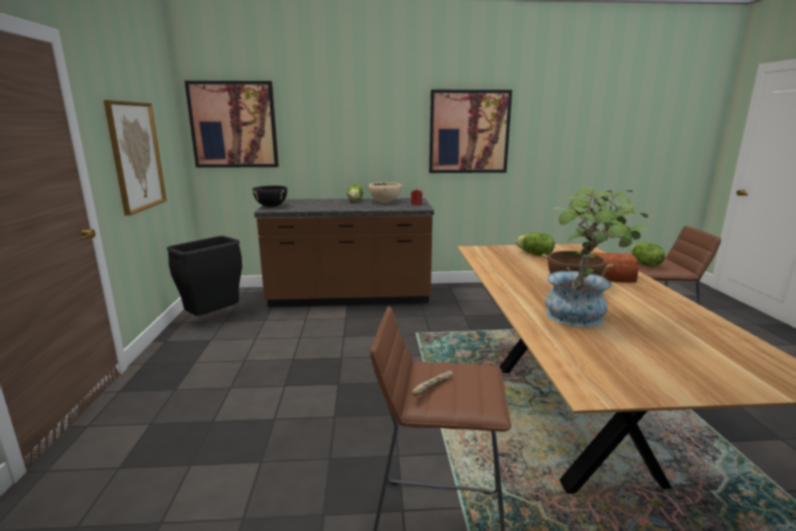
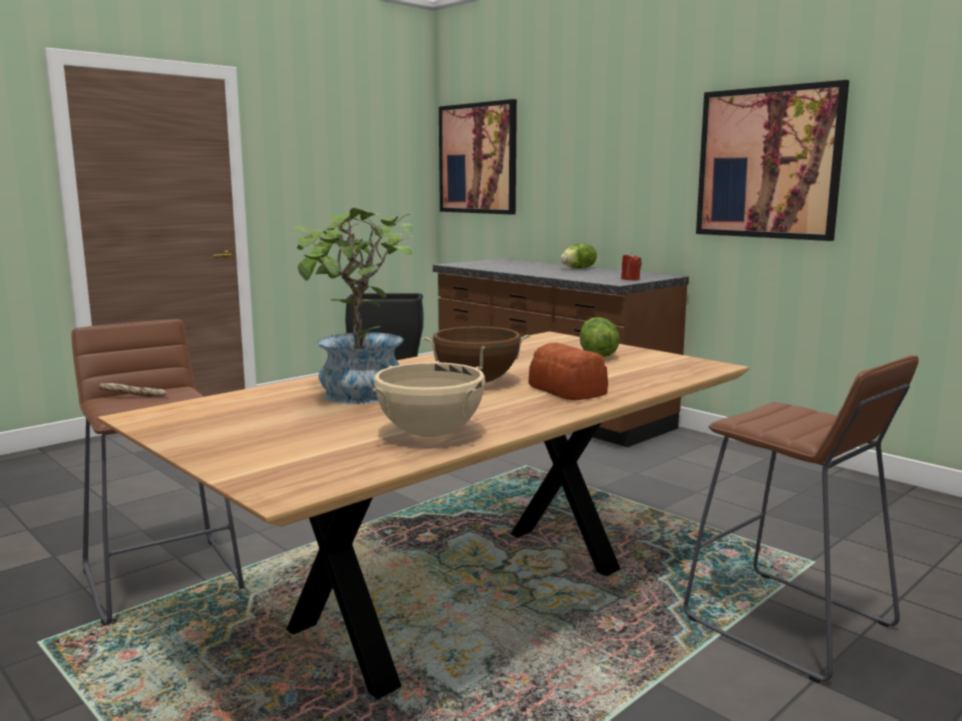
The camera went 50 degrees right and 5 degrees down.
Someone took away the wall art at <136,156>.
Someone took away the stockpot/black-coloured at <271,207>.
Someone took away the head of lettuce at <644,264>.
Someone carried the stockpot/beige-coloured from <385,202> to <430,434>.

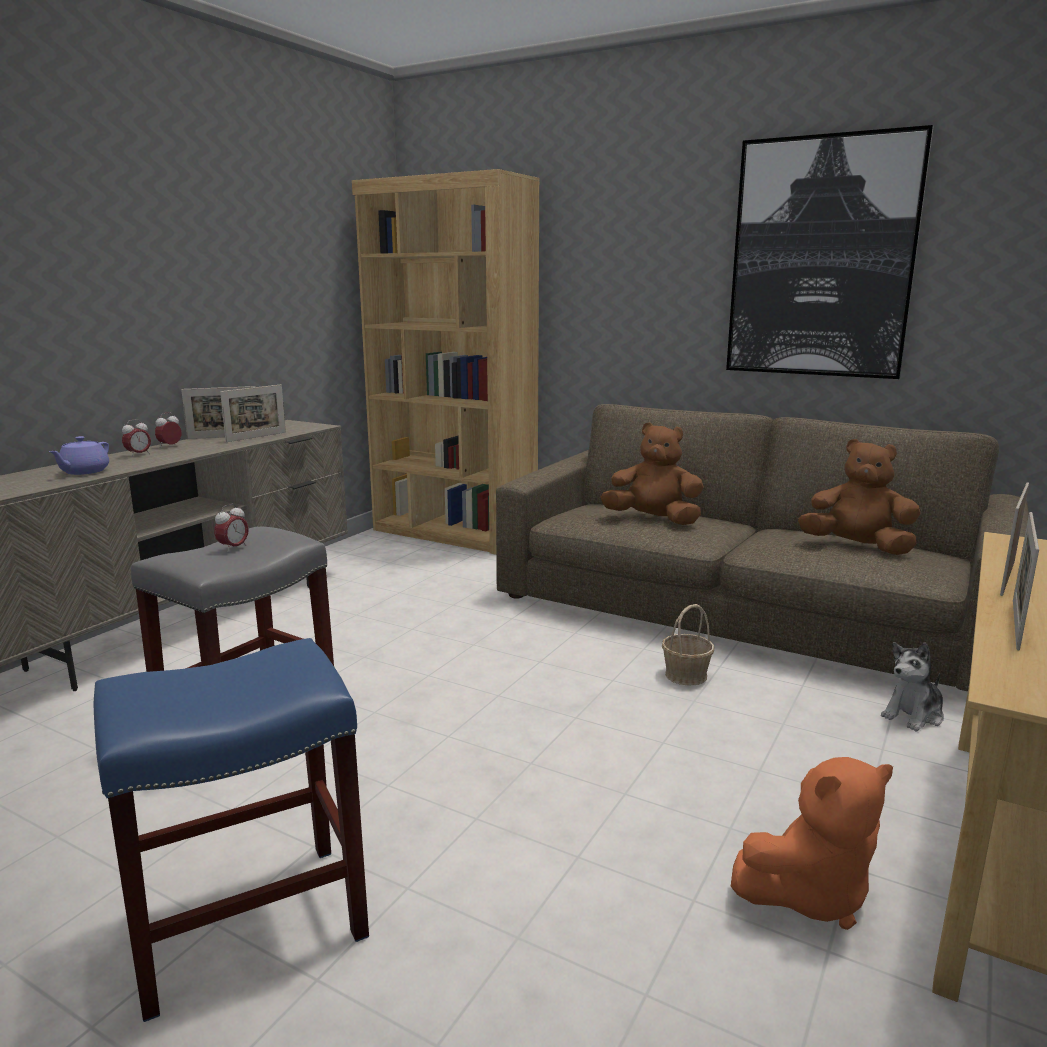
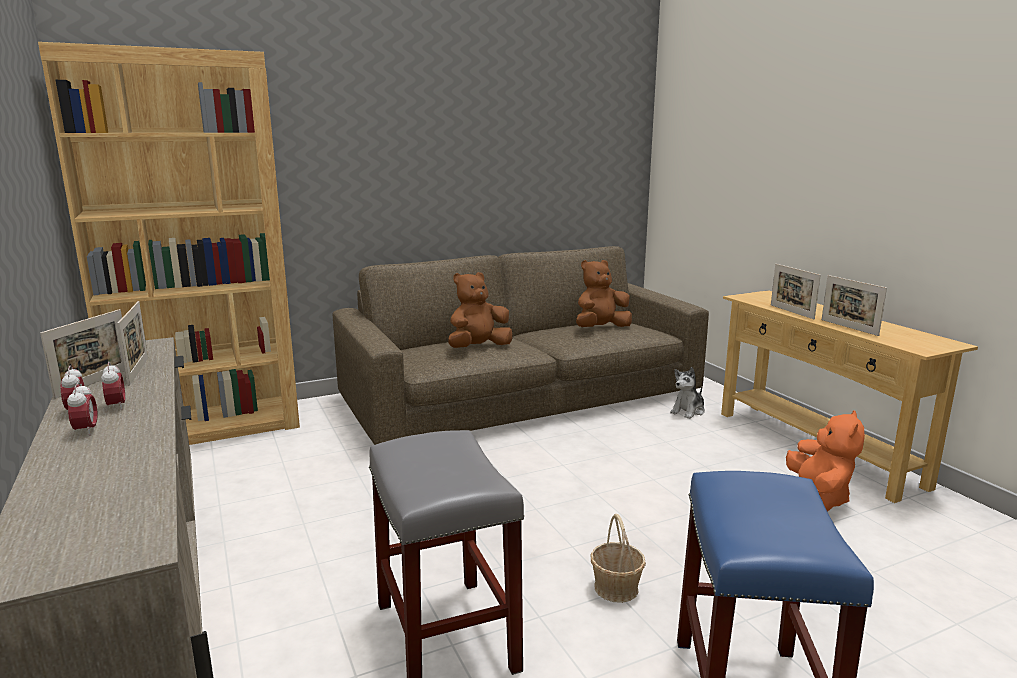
The camera went 55 degrees left and 0 degrees up.
Someone took away the tea pot/purple at <84,472>.
Someone took away the wall art at <821,258>.
Someone carried the alarm clock from <233,548> to <116,406>.
Someone carried the household basket from <685,675> to <616,588>.
Someone rotated the plush toy at <913,715> by 45 degrees clockwise.

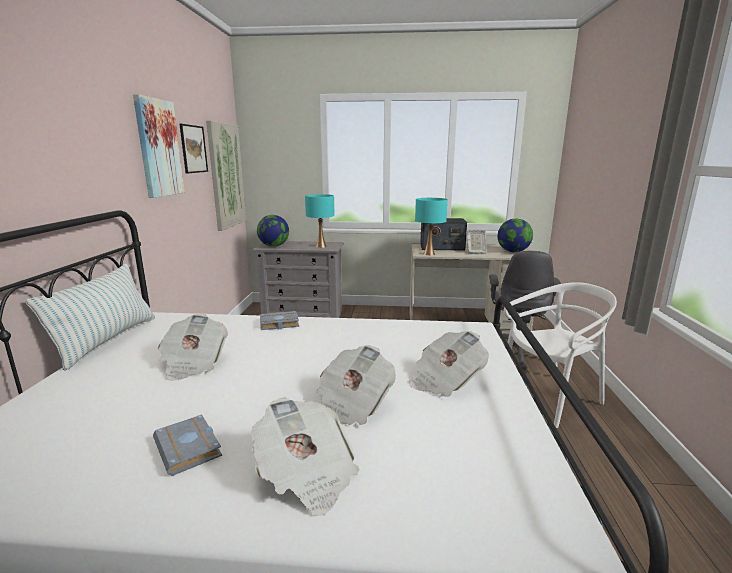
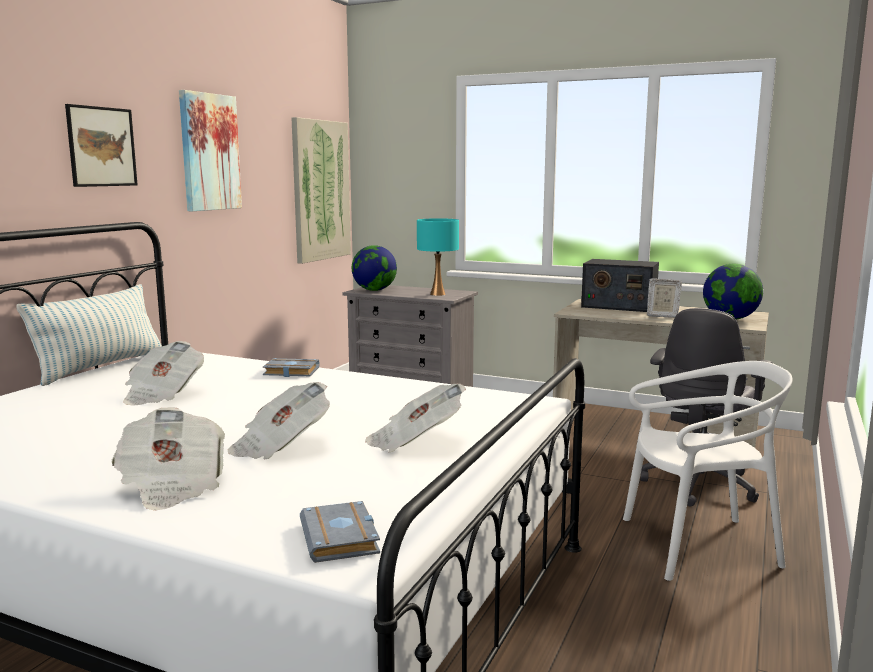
The camera went 20 degrees right and 5 degrees down.
Someone took away the tabletop lamp/blue-green at <429,254>.
Someone carried the volume/gray from <190,448> to <342,539>.
Someone carried the wall art from <193,149> to <101,147>.

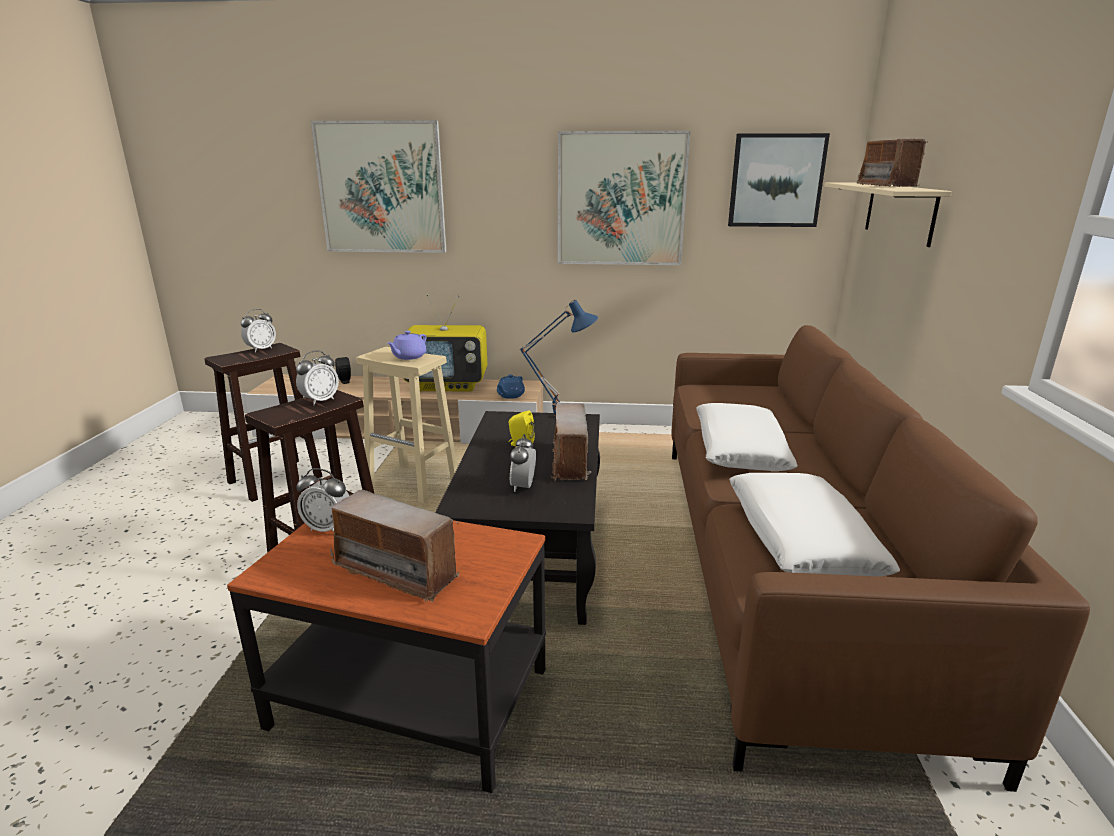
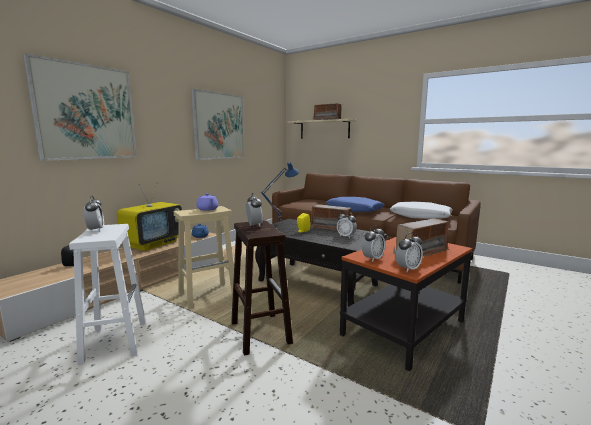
The camera went 60 degrees left and 10 degrees down.
Someone took away the wall art at <776,181>.
Someone put down the alarm clock at <408,269>.
Someone repainted the stool/brown at <276,479>, which became the stool/white at <115,340>.
Someone repainted the cushion/white at <739,449>, which became the cushion/blue-coloured at <354,210>.

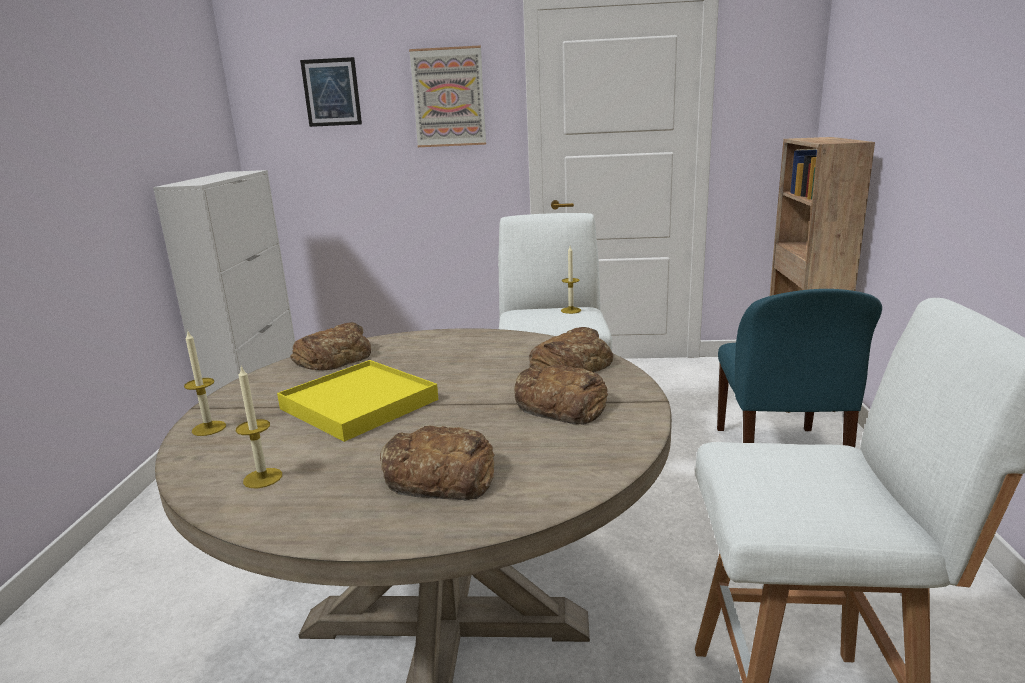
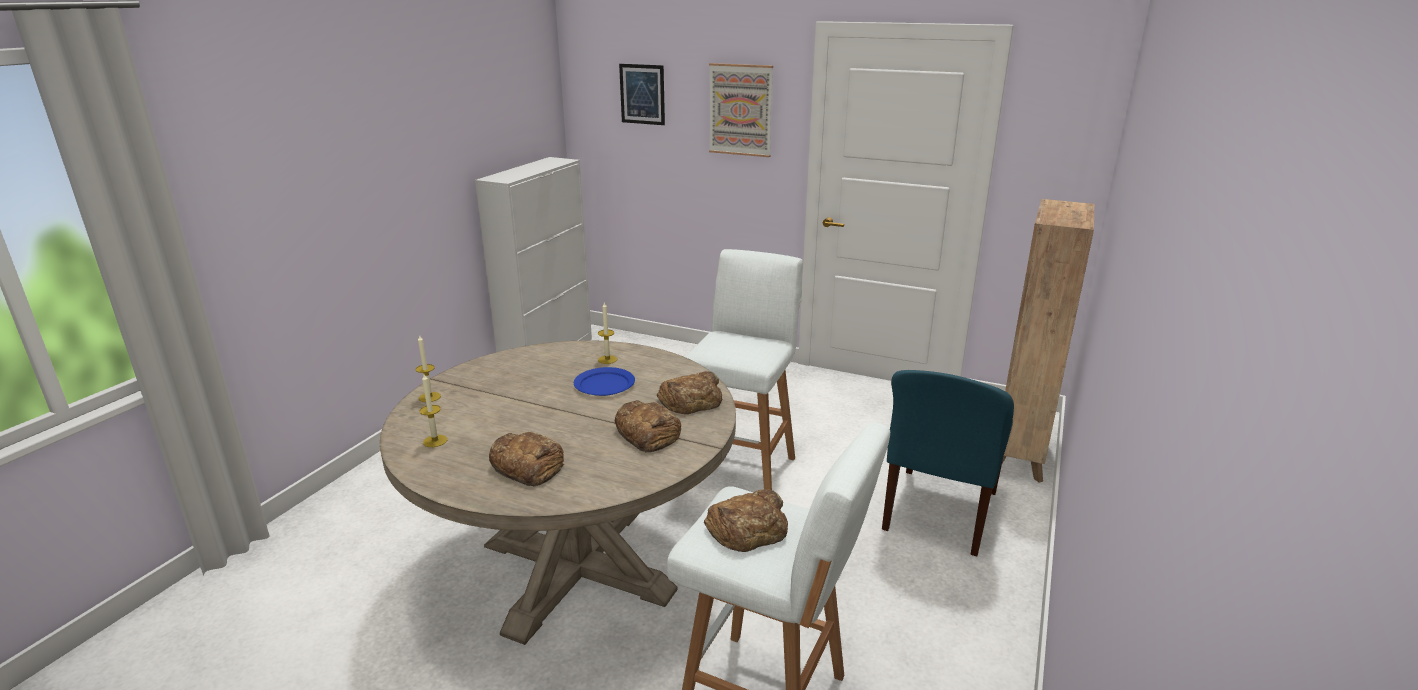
The camera went 20 degrees right and 5 degrees up.
Someone took away the carrying tray/yellowish at <359,404>.
Someone put down the flat dish/blue-coloured at <604,385>.
Someone carried the bakery bread from <334,357> to <748,527>.
Someone carried the wax candle from <571,310> to <607,359>.

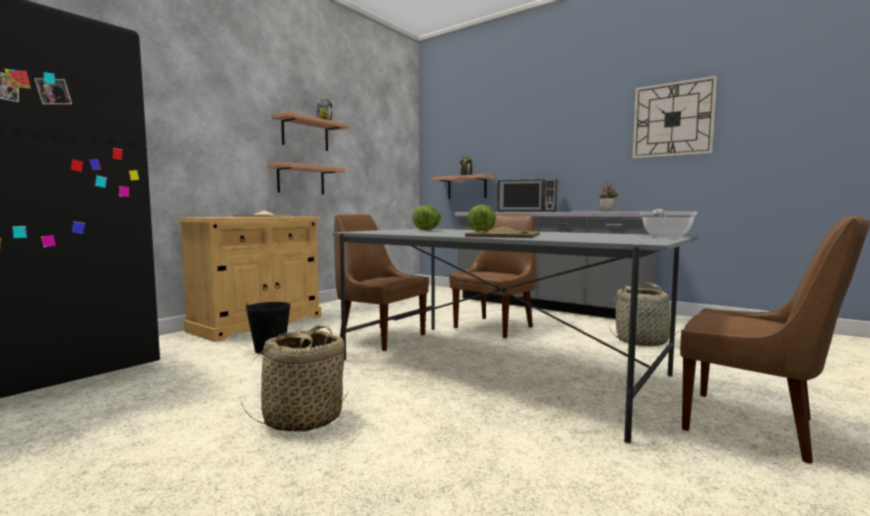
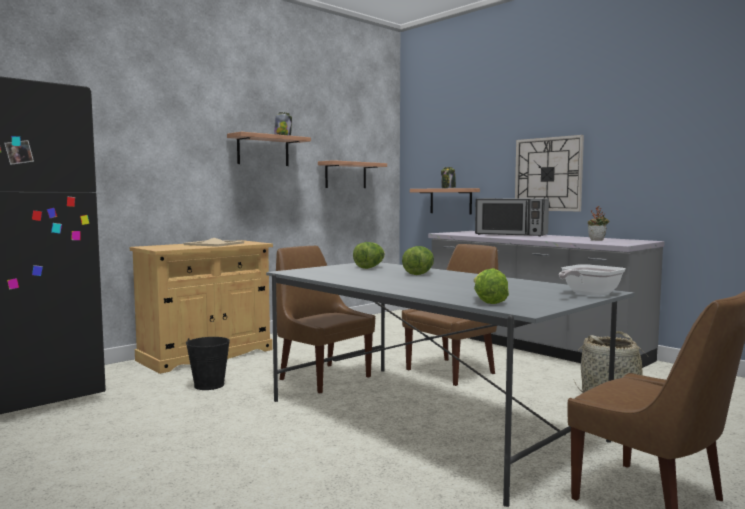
The camera went 10 degrees right and 0 degrees up.
Someone took away the household basket at <302,418>.
Someone took away the carrying tray/beige-coloured at <503,235>.
Someone put down the head of lettuce at <487,301>.
Someone carried the wall shelf from <301,180> to <345,175>.
Someone carried the hanging clock from <672,119> to <548,174>.

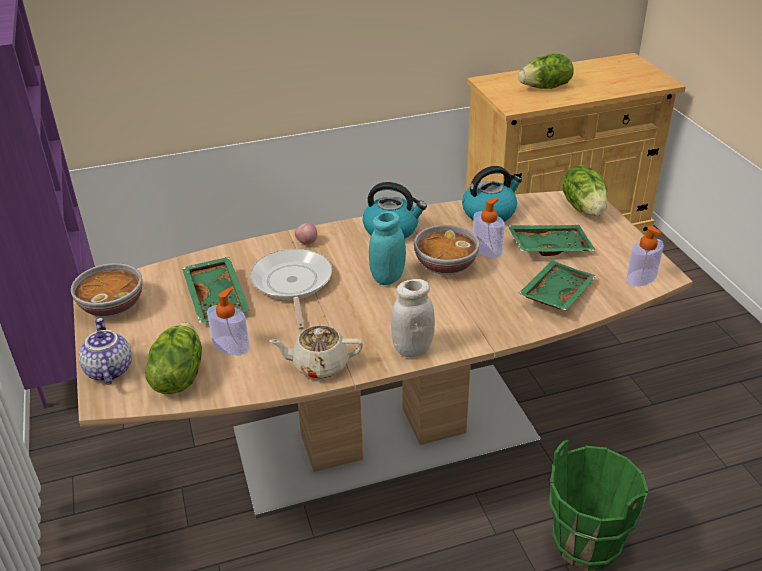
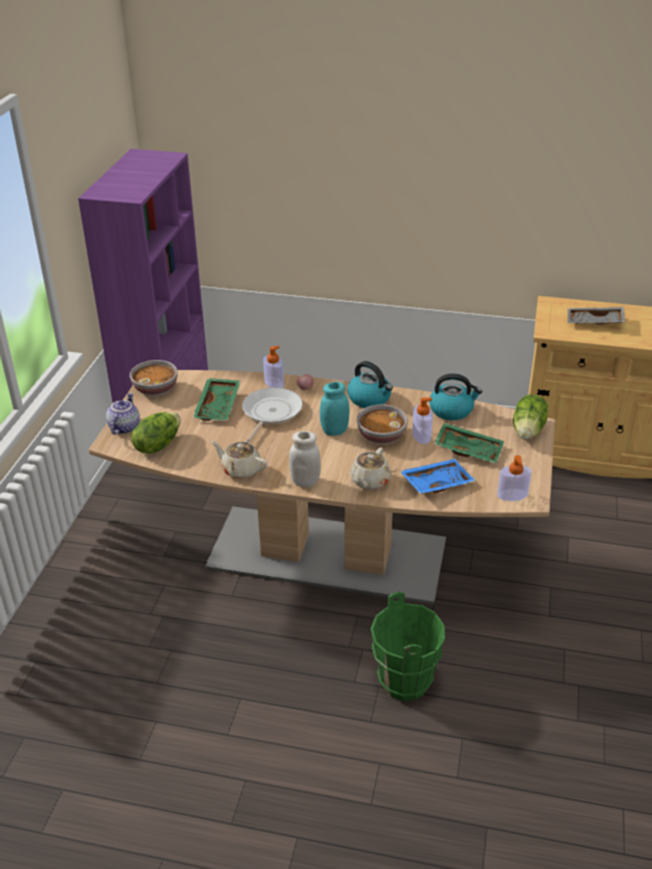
The camera went 30 degrees right and 0 degrees up.
Someone put down the tea pot/beige-coloured at <369,481>.
Someone carried the liquid soap bottle from <231,346> to <274,383>.
Someone swapped the head of lettuce at <546,87> for the carrying tray/gray at <594,323>.
Someone repainted the carrying tray/greenish at <555,294>, which became the carrying tray/blue-coloured at <436,483>.

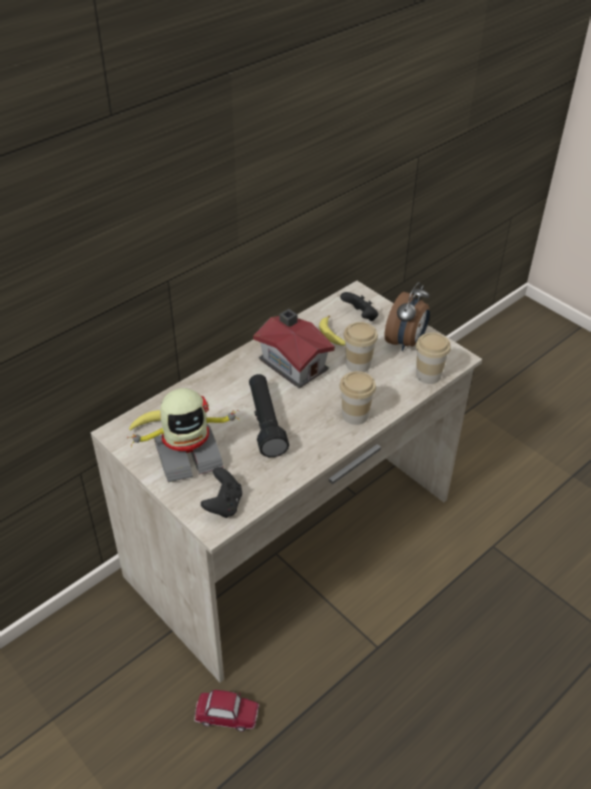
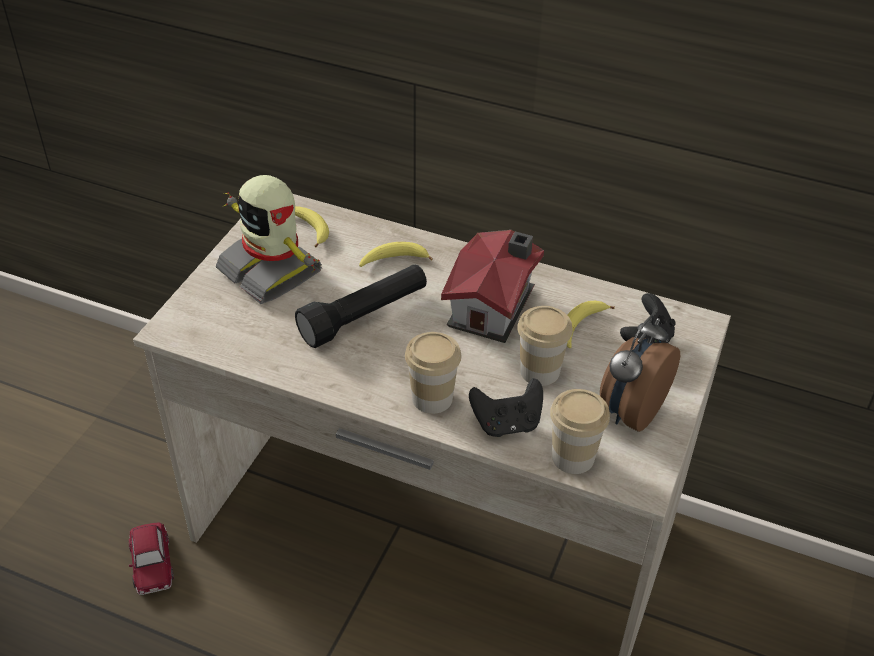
The camera went 65 degrees right and 0 degrees up.
Someone put down the banana at <394,260>.
Someone carried the gamepad/black-coloured from <223,505> to <507,424>.
Someone rotated the alarm clock at <406,342> by 120 degrees clockwise.

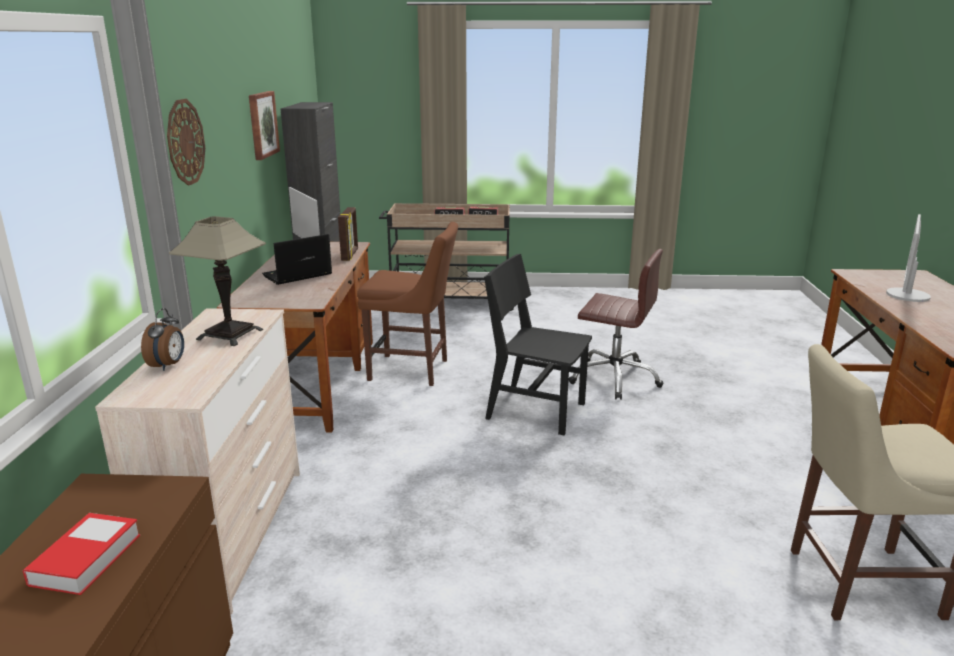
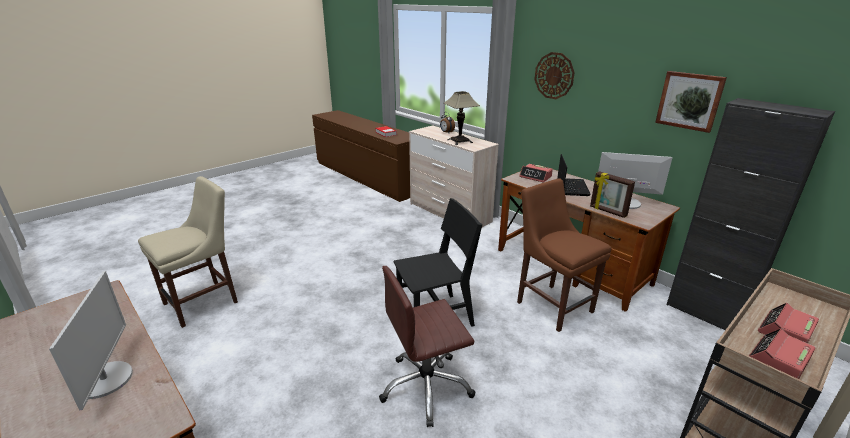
The camera went 135 degrees right and 5 degrees up.
Someone put down the alarm clock at <535,177>.
Someone rotated the upright chair/brown at <412,370> by 90 degrees clockwise.

